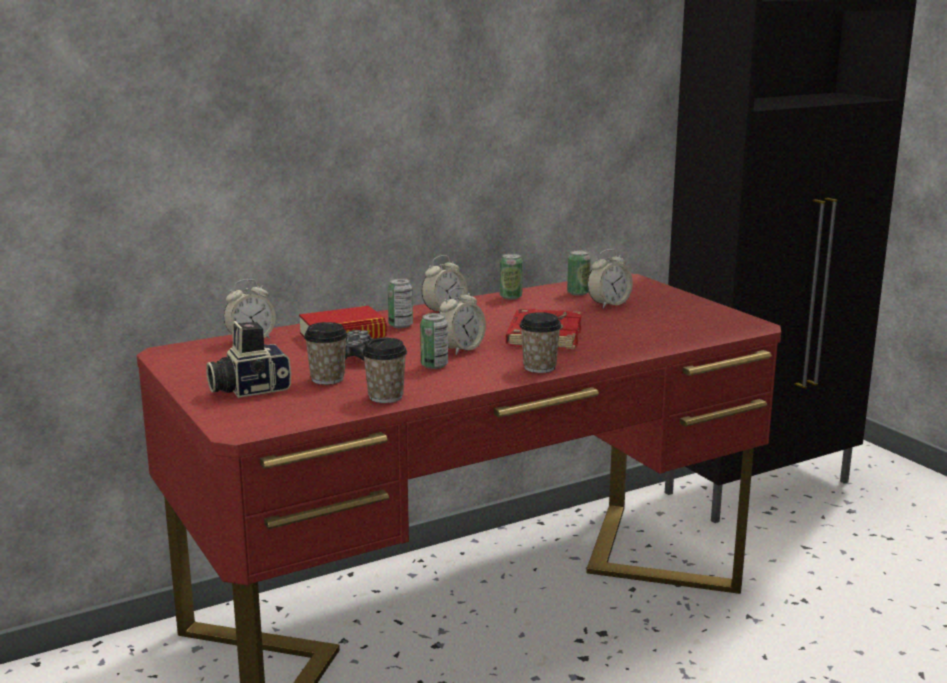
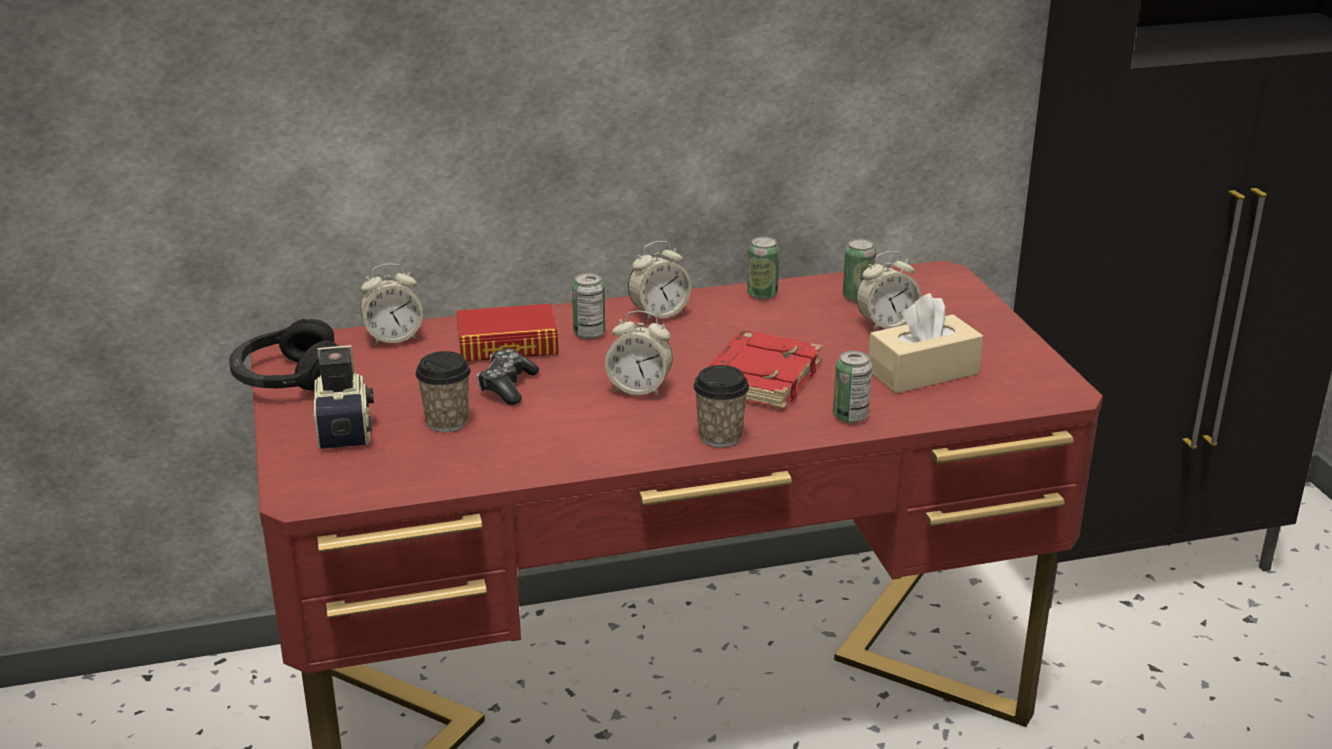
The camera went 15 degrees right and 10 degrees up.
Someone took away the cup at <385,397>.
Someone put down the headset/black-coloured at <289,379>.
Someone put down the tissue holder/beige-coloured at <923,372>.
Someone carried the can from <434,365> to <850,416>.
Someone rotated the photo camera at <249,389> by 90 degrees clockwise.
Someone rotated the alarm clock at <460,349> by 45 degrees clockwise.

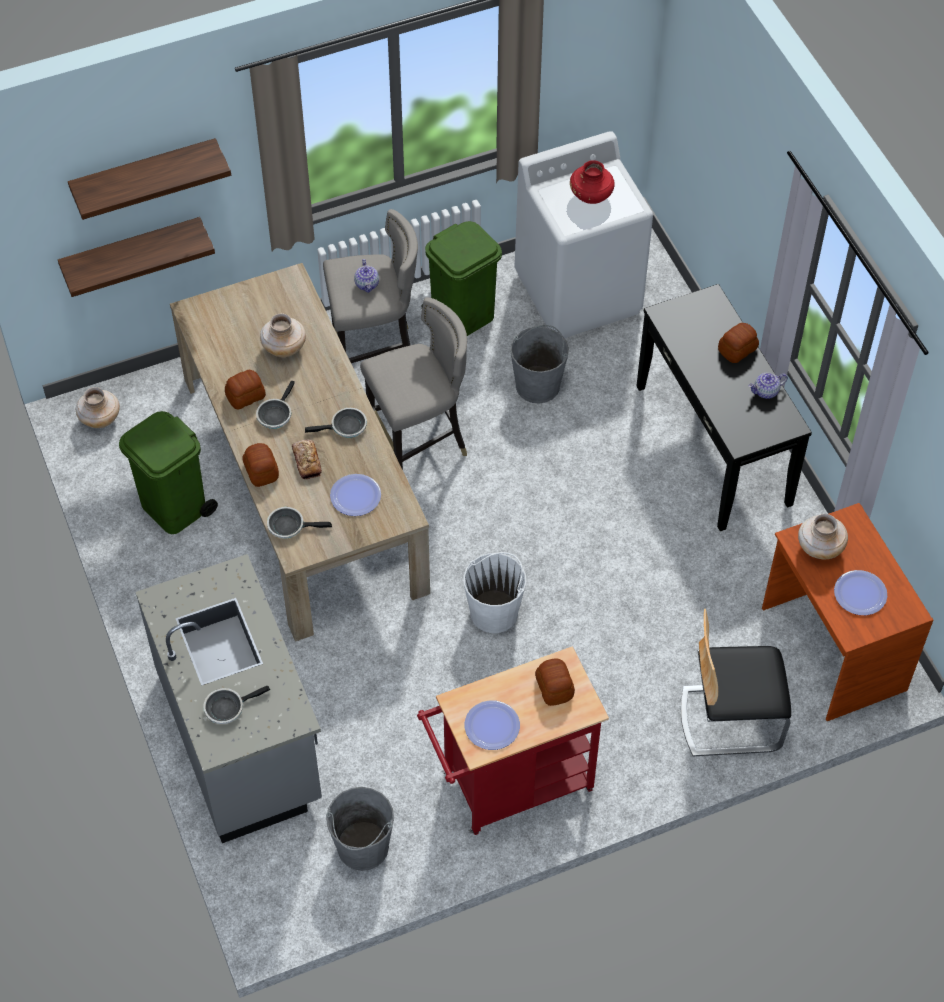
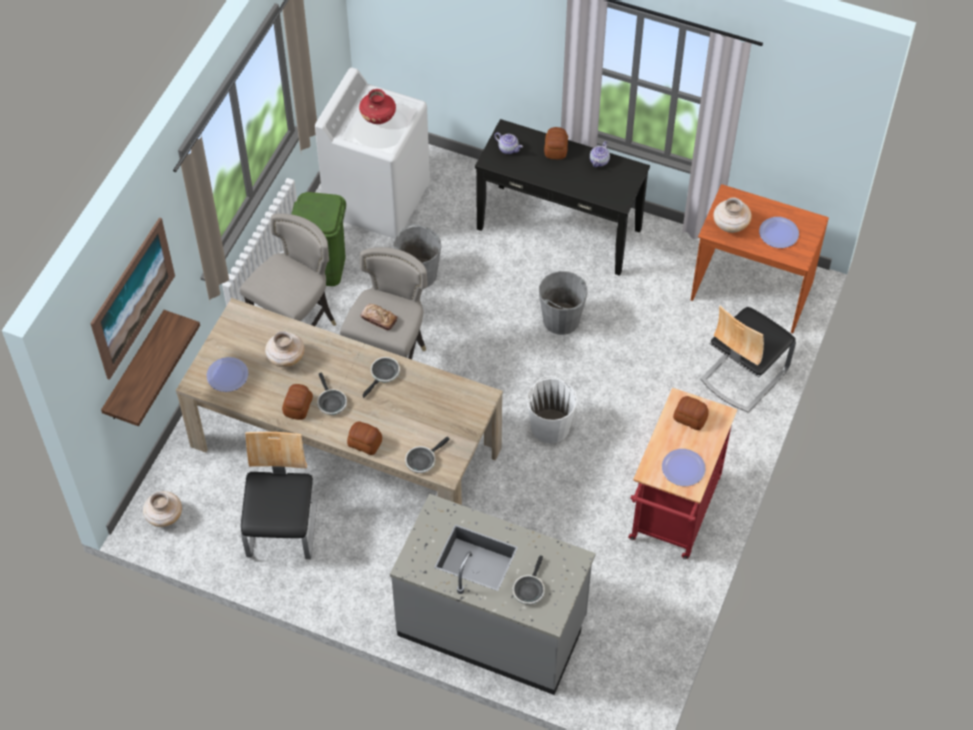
The camera went 45 degrees left and 0 degrees up.
Someone carried the bakery bread from <307,462> to <379,319>.
Someone carried the water bucket/gray from <362,847> to <561,319>.
Someone carried the flat dish from <355,496> to <227,375>.
Someone carried the tea pot from <367,284> to <508,149>.
Someone swapped the wall shelf at <144,173> for the wall art at <133,298>.
Someone swapped the waste bin/greenish at <175,507> for the upright chair at <283,529>.

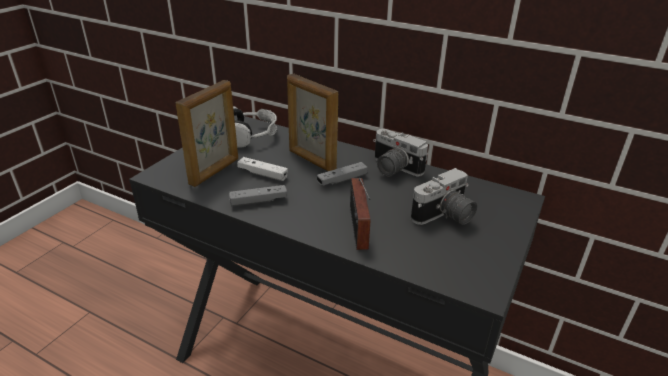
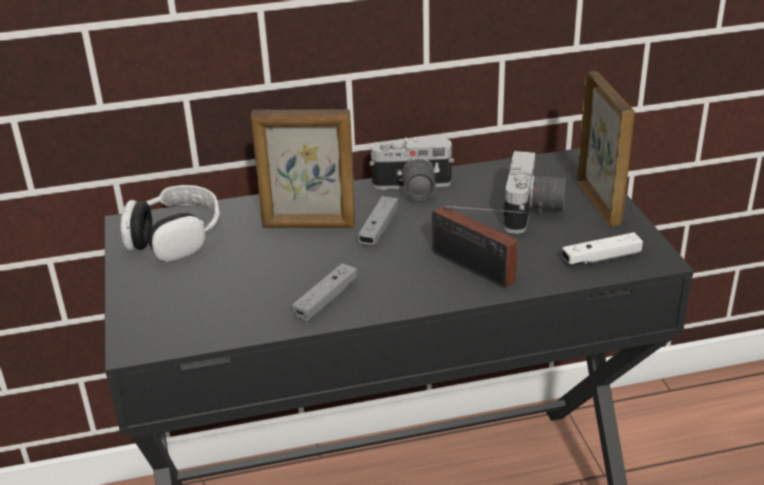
The camera went 40 degrees left and 0 degrees up.
Someone carried the photo frame from <215,171> to <599,202>.
Someone carried the gamepad/white from <262,174> to <601,258>.

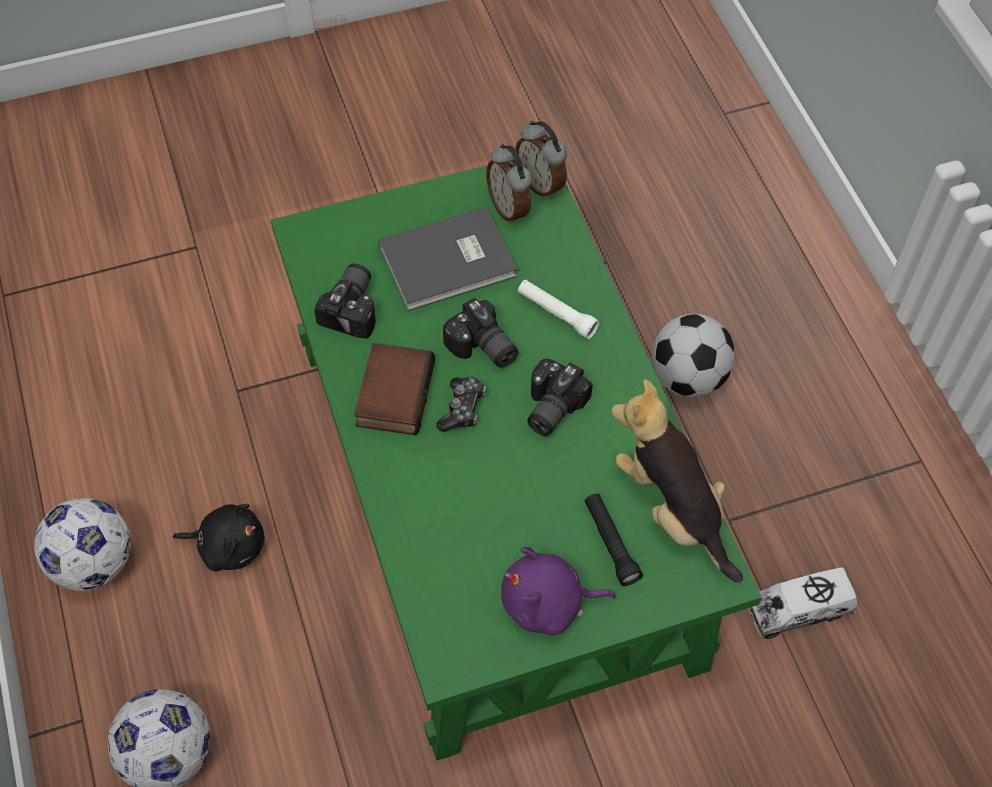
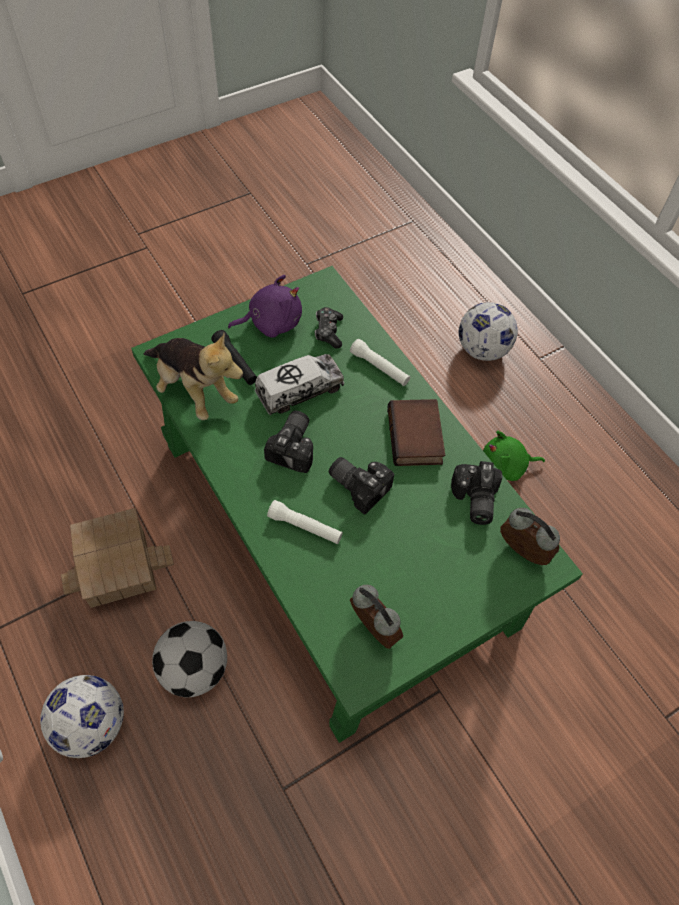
The camera went 165 degrees right and 0 degrees up.
Someone took away the volume/gray at <450,263>.
Someone put down the toy house at <118,568>.
Someone put down the flashlight/white at <379,368>.
Someone carried the ball for football from <93,563> to <91,725>.
Someone carried the gamepad from <462,409> to <328,331>.
Someone carried the alarm clock from <541,184> to <521,553>.
Someone carried the toy truck from <798,609> to <299,391>.
Someone repainted the plush toy/black-coloured at <228,546>, which became the plush toy/greenish at <506,466>.

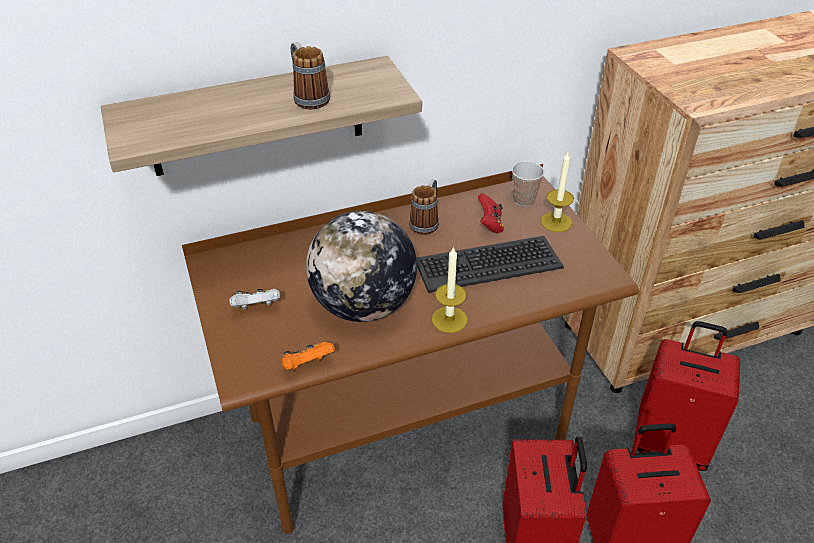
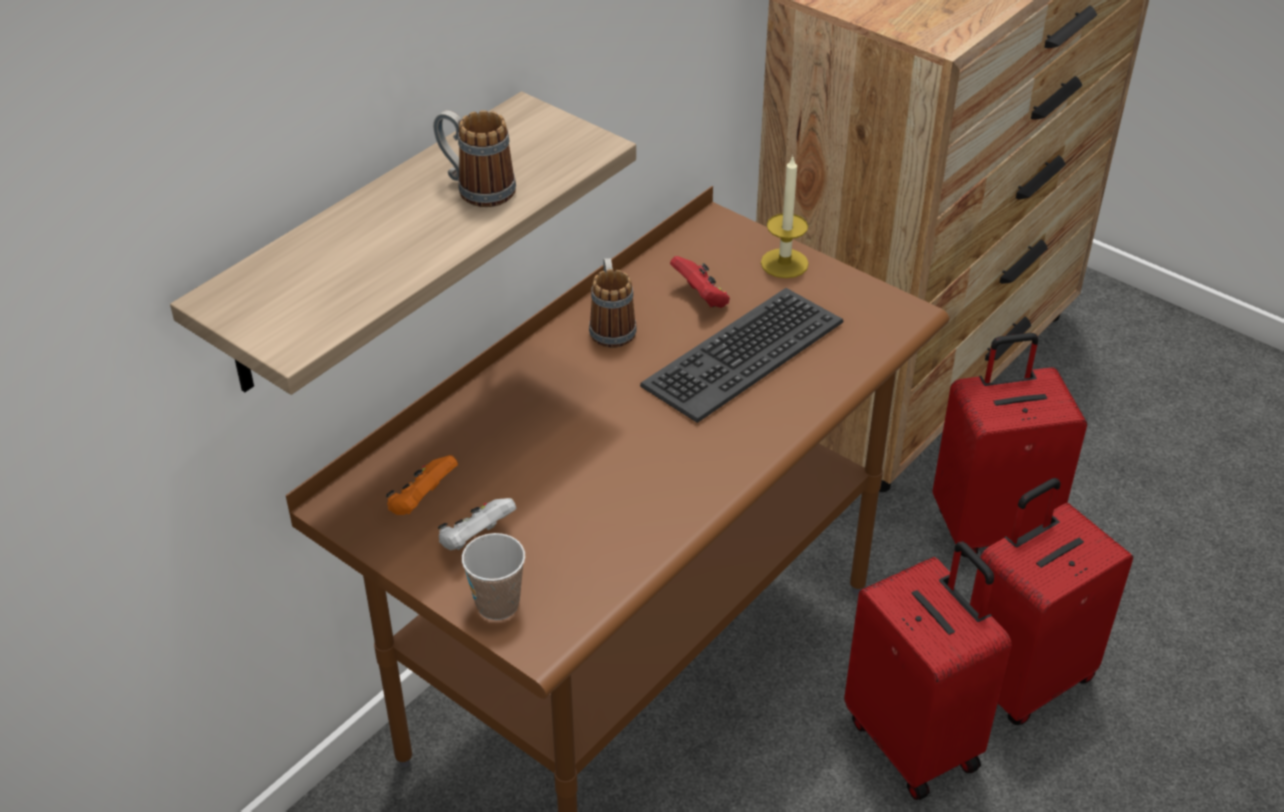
The camera went 30 degrees left and 0 degrees up.
Someone took away the globe at <364,305>.
Someone took away the wax candle at <449,319>.
Someone carried the gamepad/orangey from <307,365> to <422,502>.
Someone carried the cup from <524,200> to <497,604>.

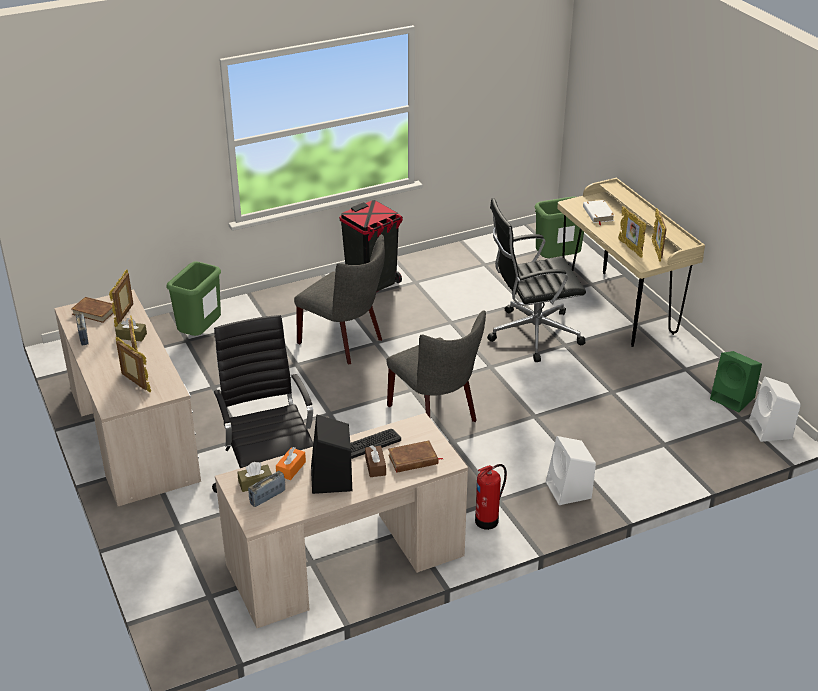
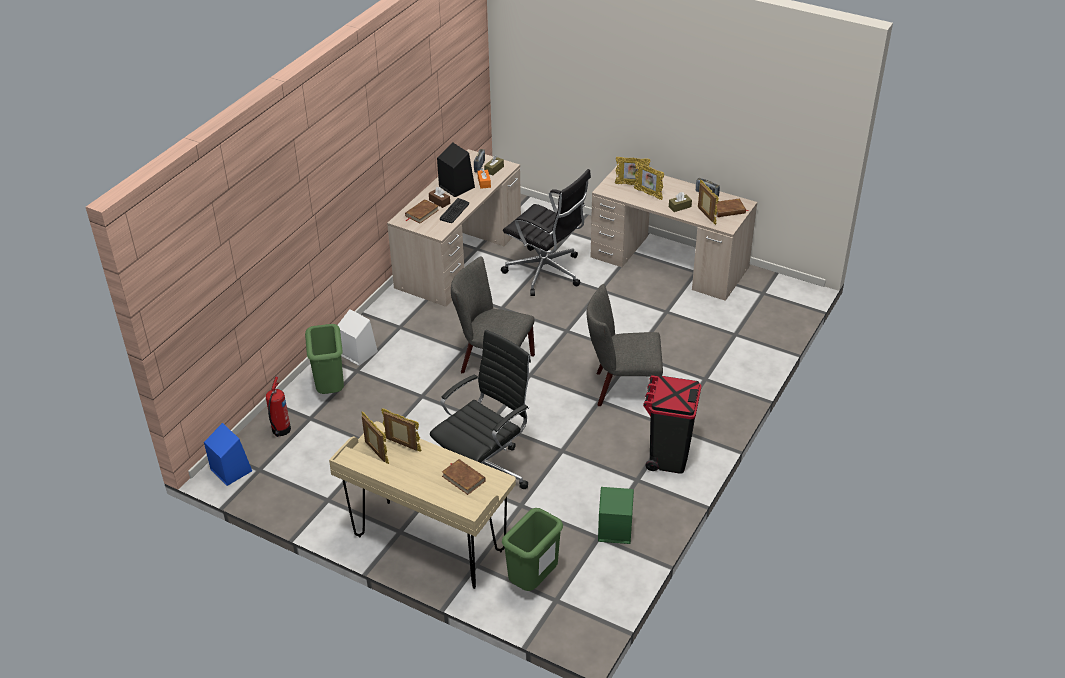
The camera went 145 degrees right and 5 degrees up.
Someone carried the waste bin/greenish from <201,334> to <330,389>.
Someone carried the fire-fighting cylinder from <488,520> to <280,430>.
Someone carried the audio speaker/greenish from <733,398> to <613,531>.
Someone repainted the volume/white at <598,214>, which became the volume/brown at <463,478>.
Someone repainted the audio speaker/white at <771,430>, which became the audio speaker/blue-coloured at <230,470>.

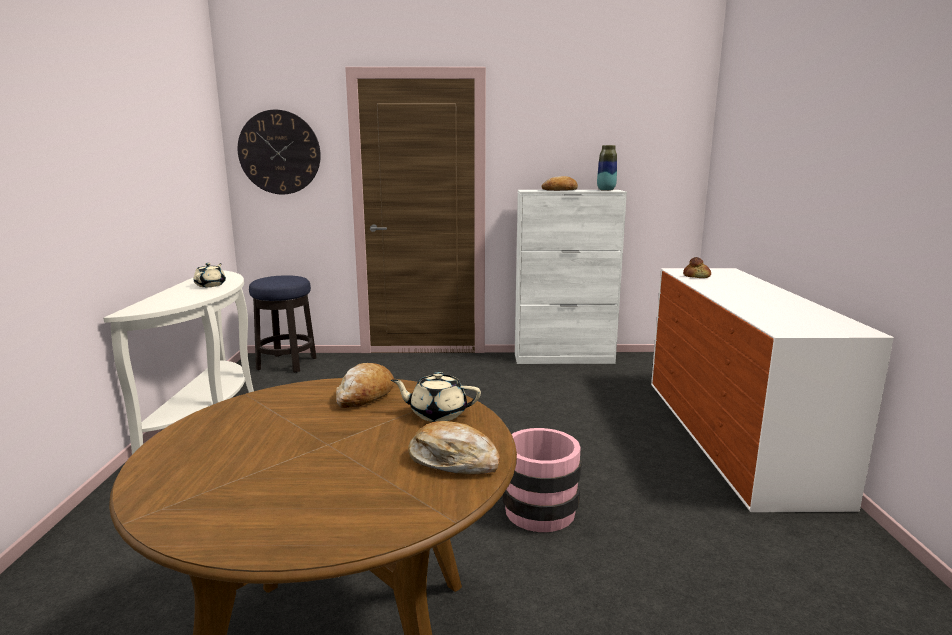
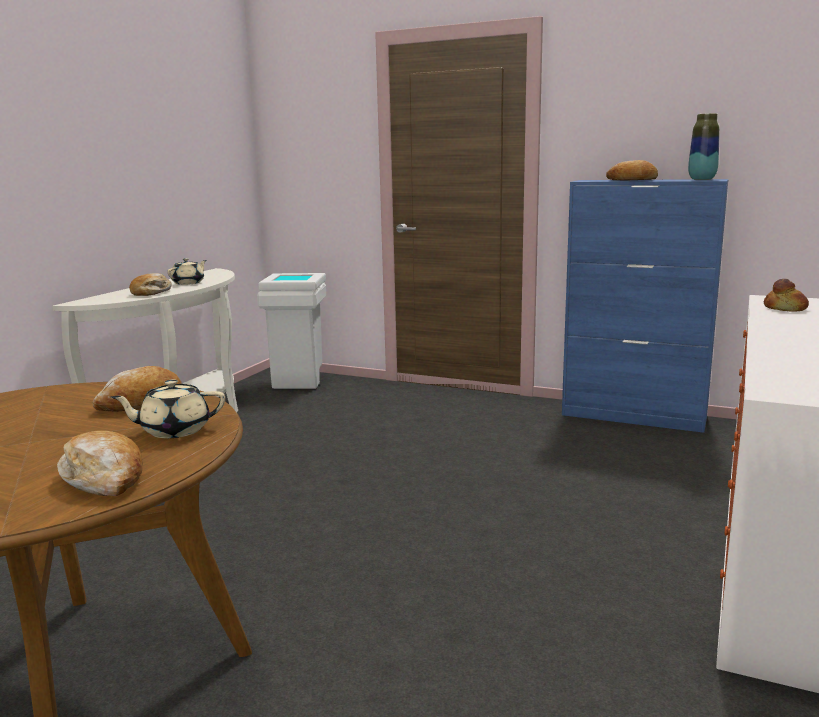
The camera went 25 degrees right and 0 degrees up.
Someone took away the hanging clock at <279,152>.
Someone took away the water bucket/pink at <535,507>.
Someone put down the bakery bread at <151,292>.
Someone swapped the stool at <287,364> for the waste bin/white at <299,382>.
Someone repainted the cabinet/white at <564,358>, which became the cabinet/blue-coloured at <634,416>.
Someone rotated the tea pot/beige-coloured at <437,414> by 45 degrees counterclockwise.

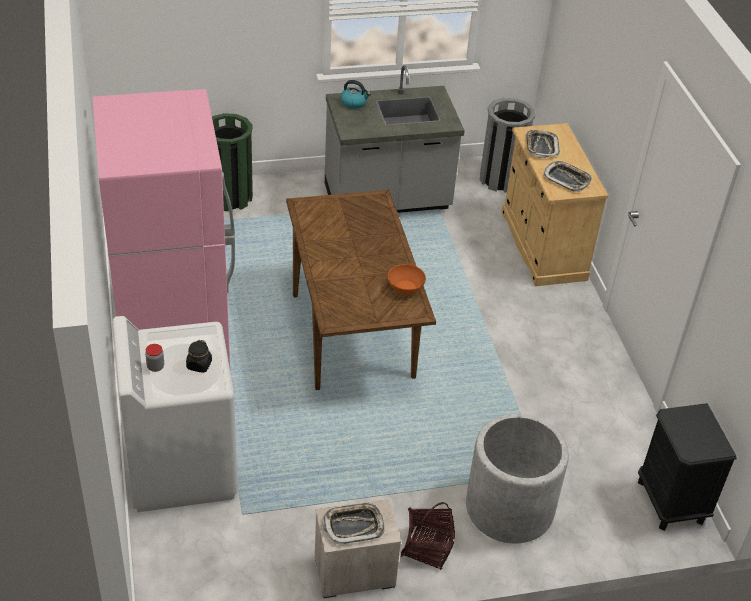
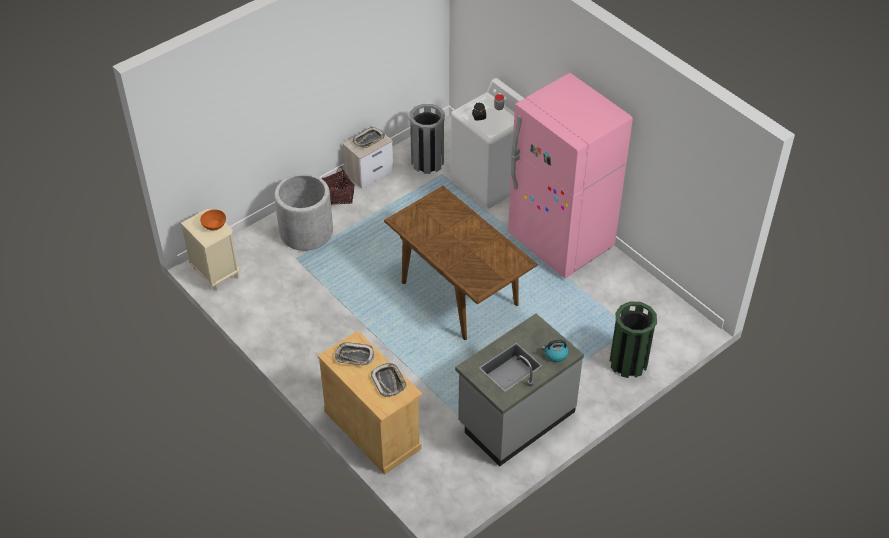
The camera went 155 degrees right and 5 degrees up.
Someone carried the bowl/orangey from <405,287> to <214,225>.
Someone carried the waste bin/gray from <501,179> to <427,162>.
Someone repainted the nightstand/black-coloured at <671,502>, which became the nightstand/beige-coloured at <215,272>.

